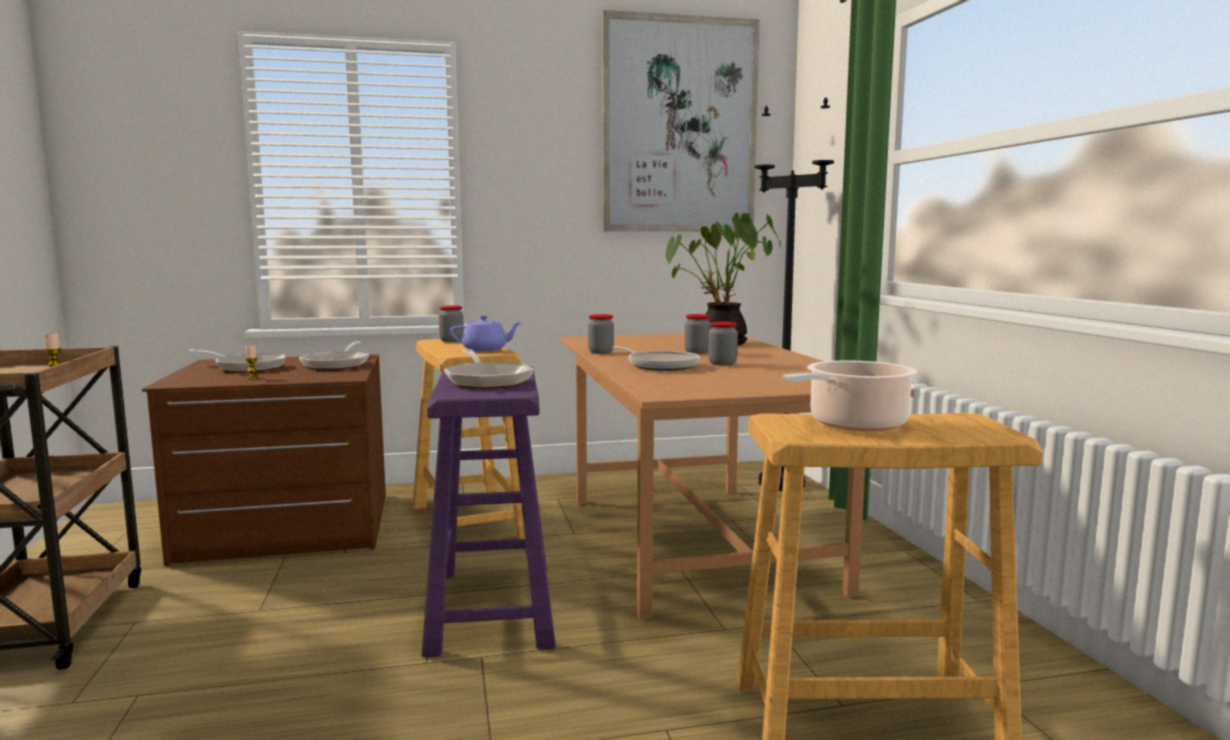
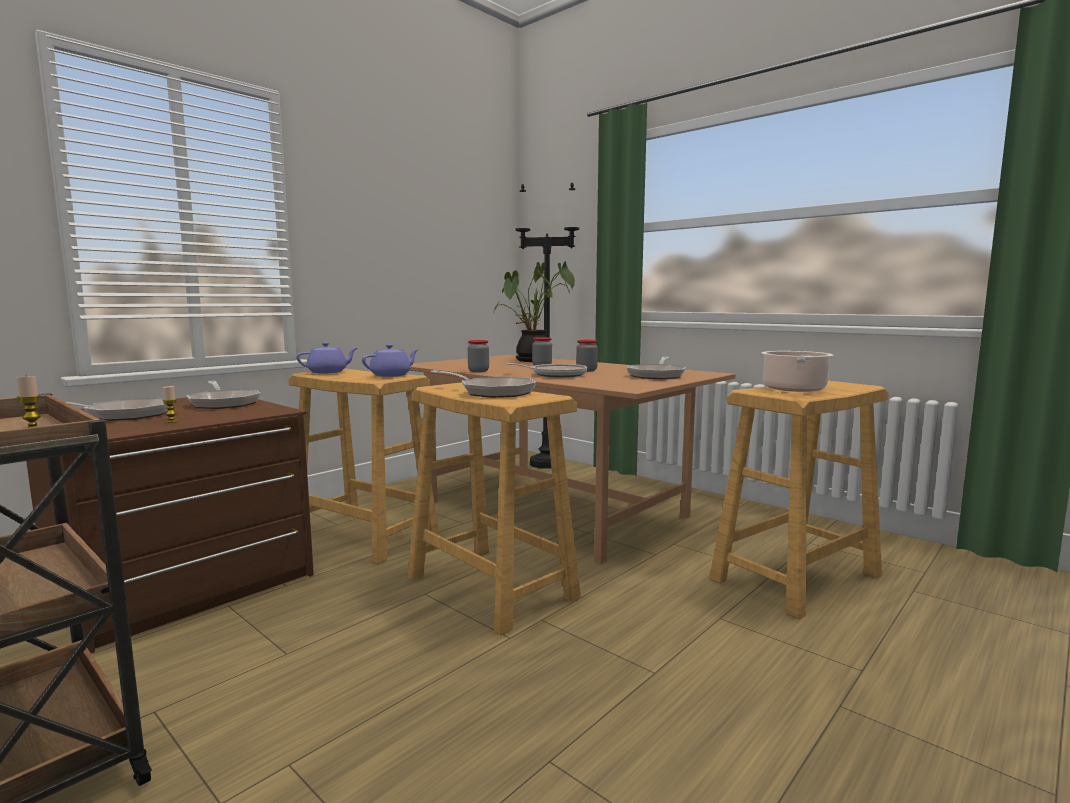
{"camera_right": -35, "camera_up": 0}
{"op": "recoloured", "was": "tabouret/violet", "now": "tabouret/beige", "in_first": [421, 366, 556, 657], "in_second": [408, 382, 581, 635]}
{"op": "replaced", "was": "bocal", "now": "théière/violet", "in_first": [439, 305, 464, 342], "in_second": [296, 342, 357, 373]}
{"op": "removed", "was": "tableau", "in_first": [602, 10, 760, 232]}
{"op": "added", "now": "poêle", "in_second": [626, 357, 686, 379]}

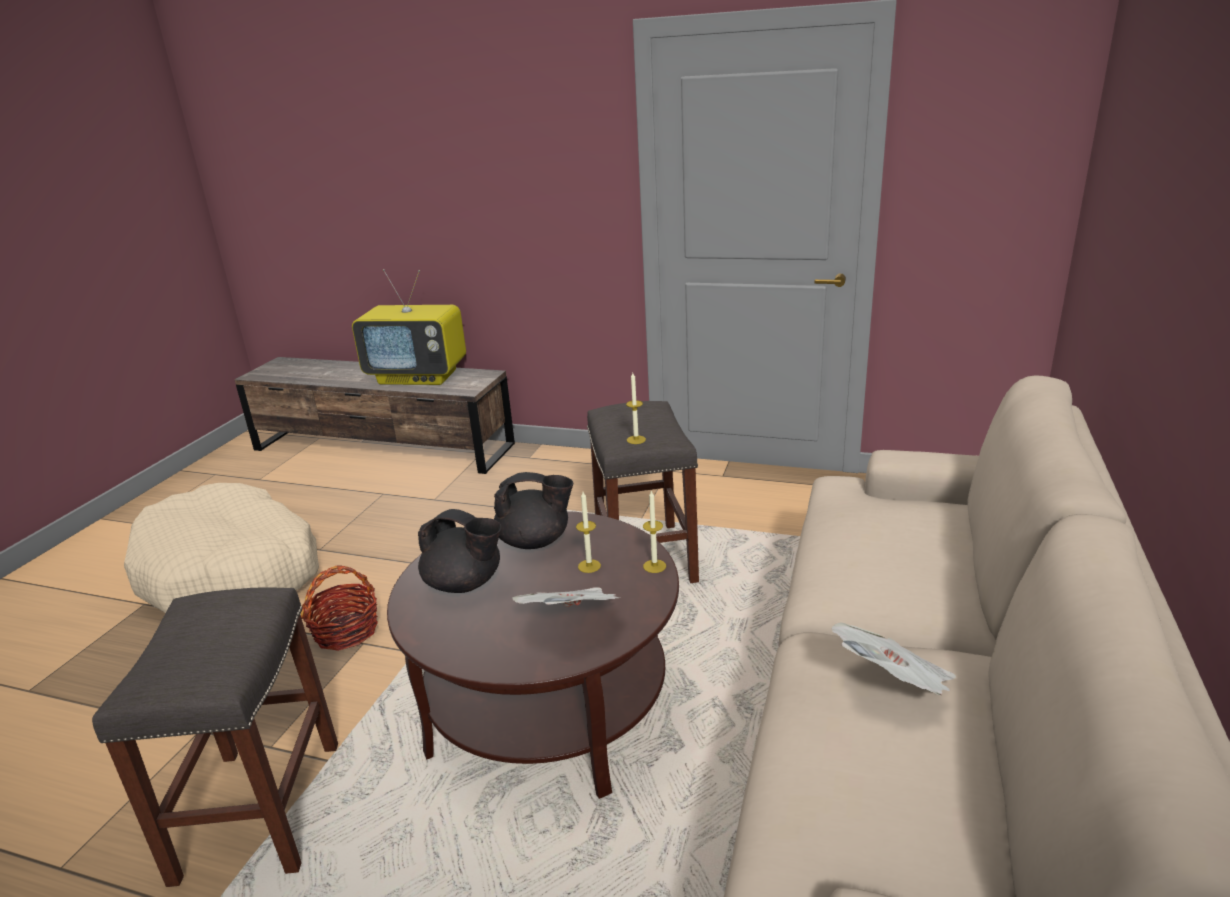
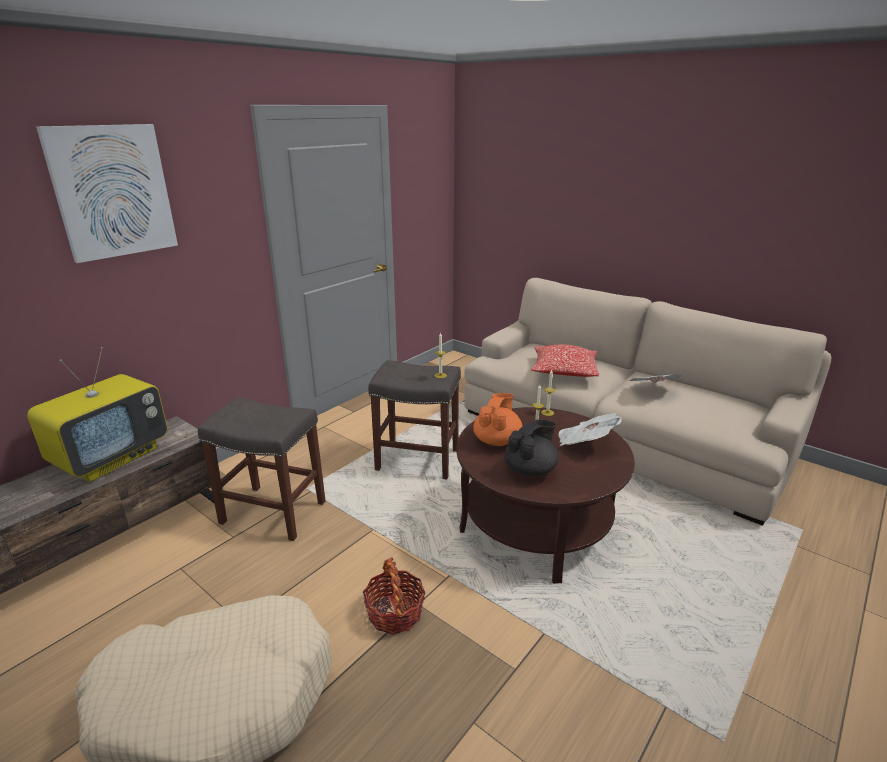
{"camera_right": -70, "camera_up": 0}
{"op": "moved", "was": "tabouret/gris", "in_first": [92, 587, 338, 887], "in_second": [198, 398, 326, 541]}
{"op": "recoloured", "was": "théière/noir", "now": "théière/orange", "in_first": [494, 472, 573, 549], "in_second": [473, 393, 522, 446]}
{"op": "added", "now": "tableau", "in_second": [36, 124, 178, 263]}
{"op": "added", "now": "coussin", "in_second": [531, 344, 599, 377]}

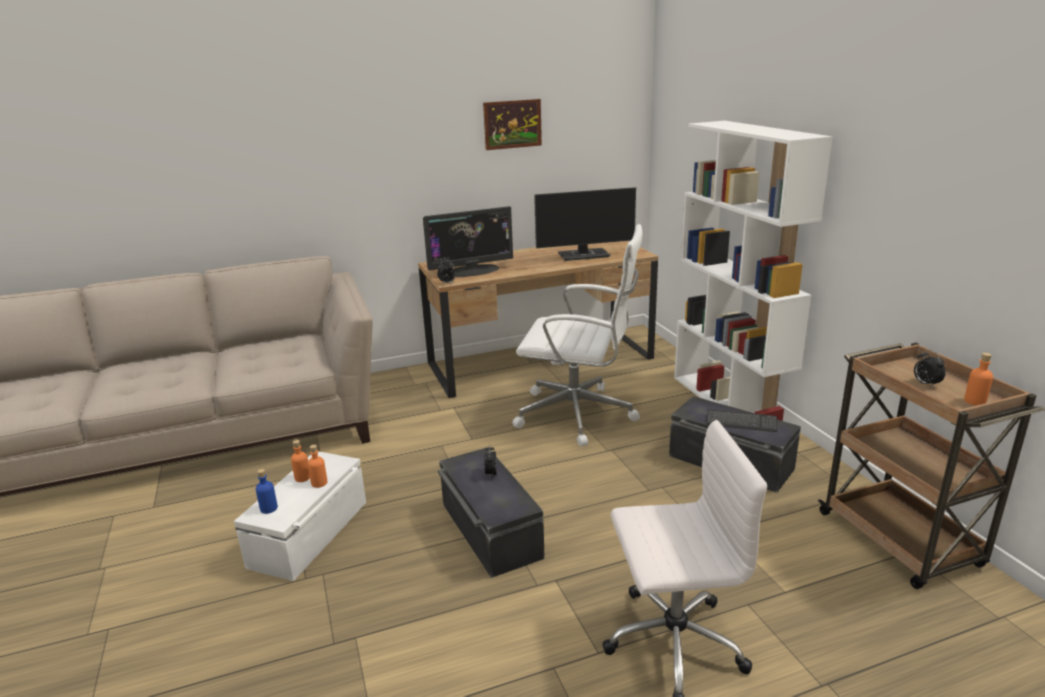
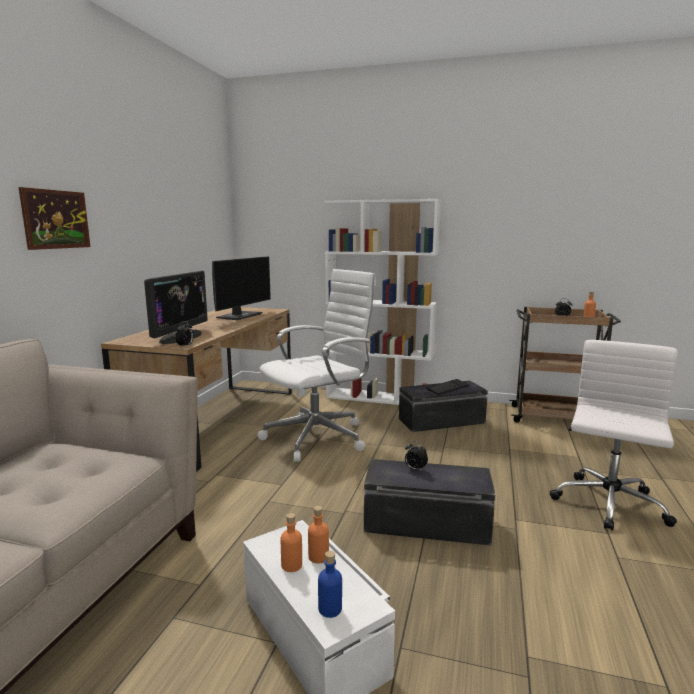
{"camera_right": -55, "camera_up": -10}
{"op": "moved", "was": "tableau", "in_first": [483, 99, 542, 150], "in_second": [19, 187, 91, 250]}

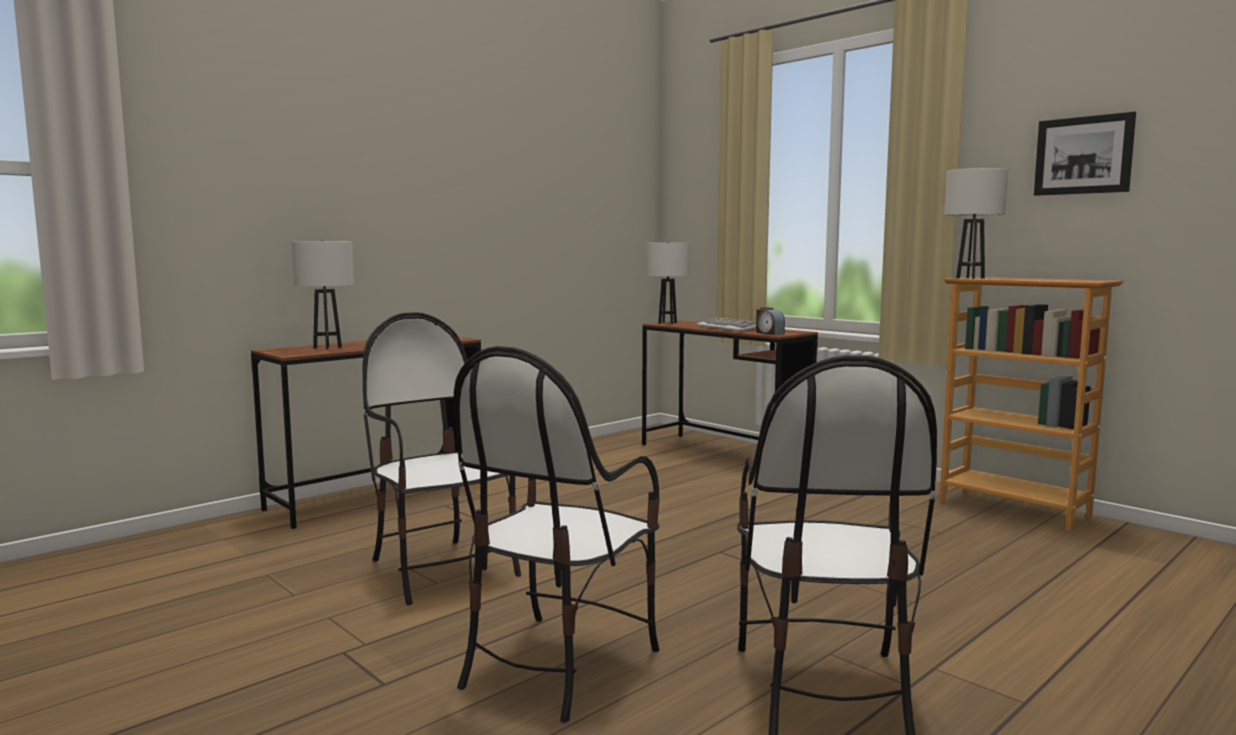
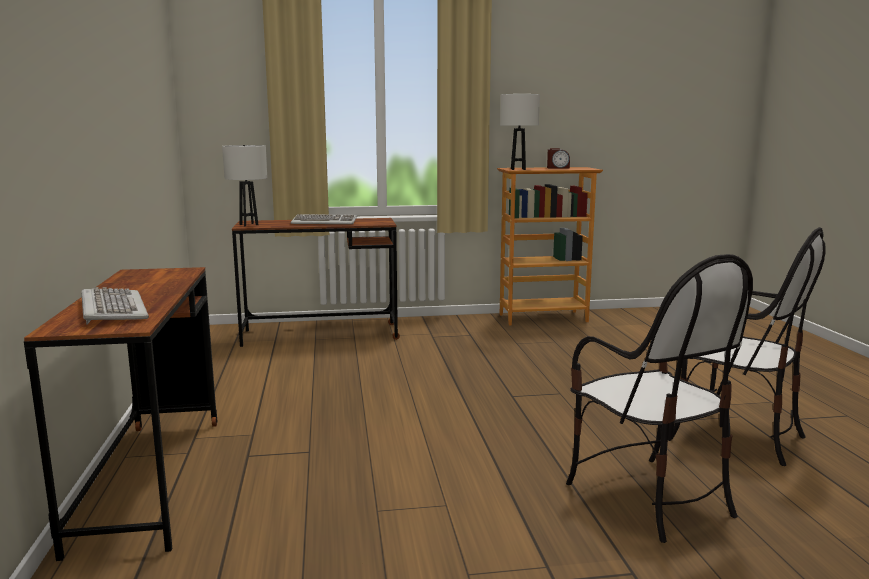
{"camera_right": -55, "camera_up": 5}
{"op": "replaced", "was": "lampe de table/blanc", "now": "clavier", "in_first": [292, 240, 354, 350], "in_second": [81, 287, 149, 324]}
{"op": "removed", "was": "chaise", "in_first": [363, 312, 521, 605]}
{"op": "moved", "was": "réveil", "in_first": [756, 307, 785, 335], "in_second": [547, 148, 570, 169]}
{"op": "removed", "was": "tableau", "in_first": [1034, 112, 1136, 196]}

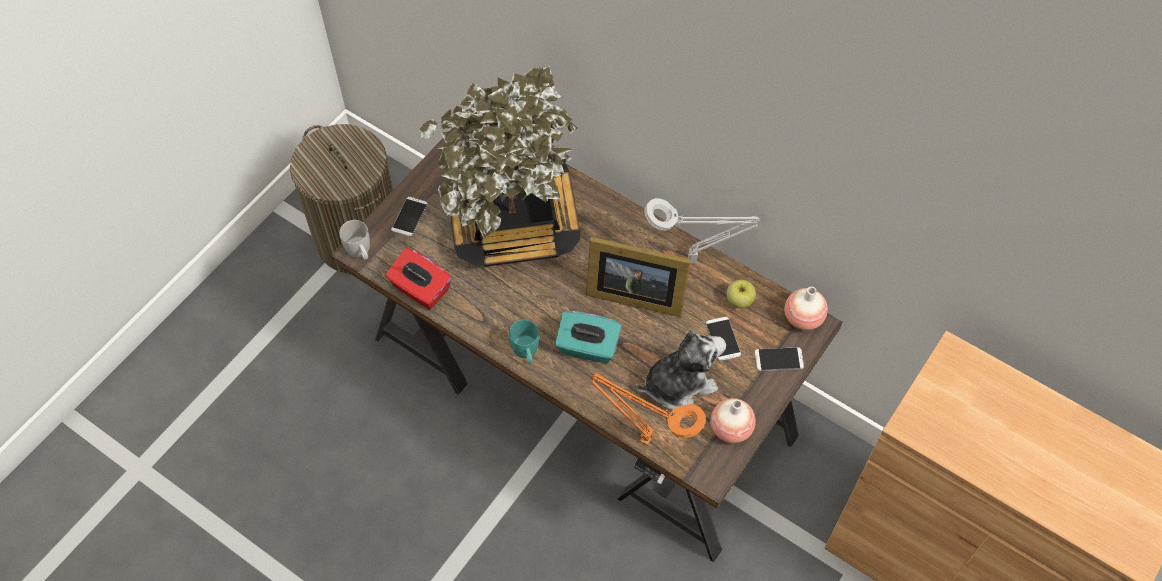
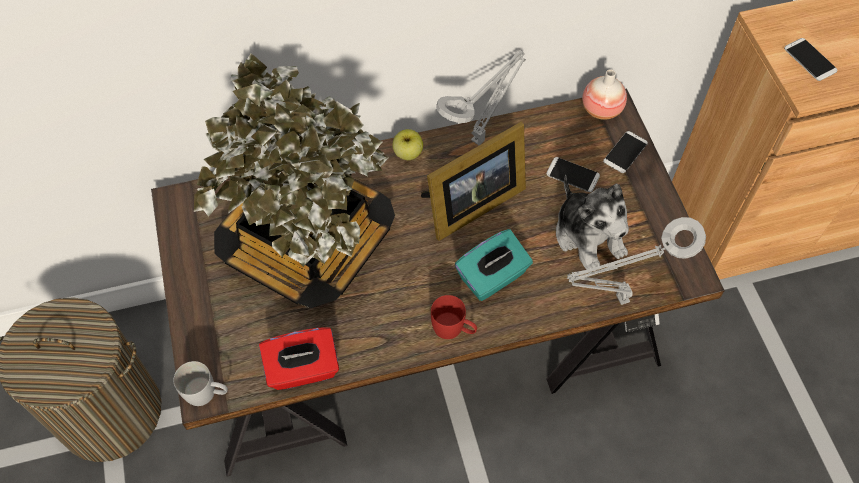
{"camera_right": -50, "camera_up": 0}
{"op": "moved", "was": "téléphone", "in_first": [391, 197, 428, 236], "in_second": [784, 38, 838, 81]}
{"op": "recoloured", "was": "mug/turquoise", "now": "mug/rouge", "in_first": [509, 320, 539, 364], "in_second": [431, 295, 477, 339]}
{"op": "recoloured", "was": "lampe de table/orange", "now": "lampe de table/gris", "in_first": [590, 373, 706, 446], "in_second": [567, 217, 706, 305]}
{"op": "turned", "was": "peluche", "in_first": [635, 330, 726, 410], "in_second": [556, 175, 629, 273], "clockwise": 135}
{"op": "removed", "was": "vase", "in_first": [710, 398, 756, 443]}
{"op": "moved", "was": "pomme", "in_first": [726, 280, 756, 308], "in_second": [392, 129, 423, 160]}

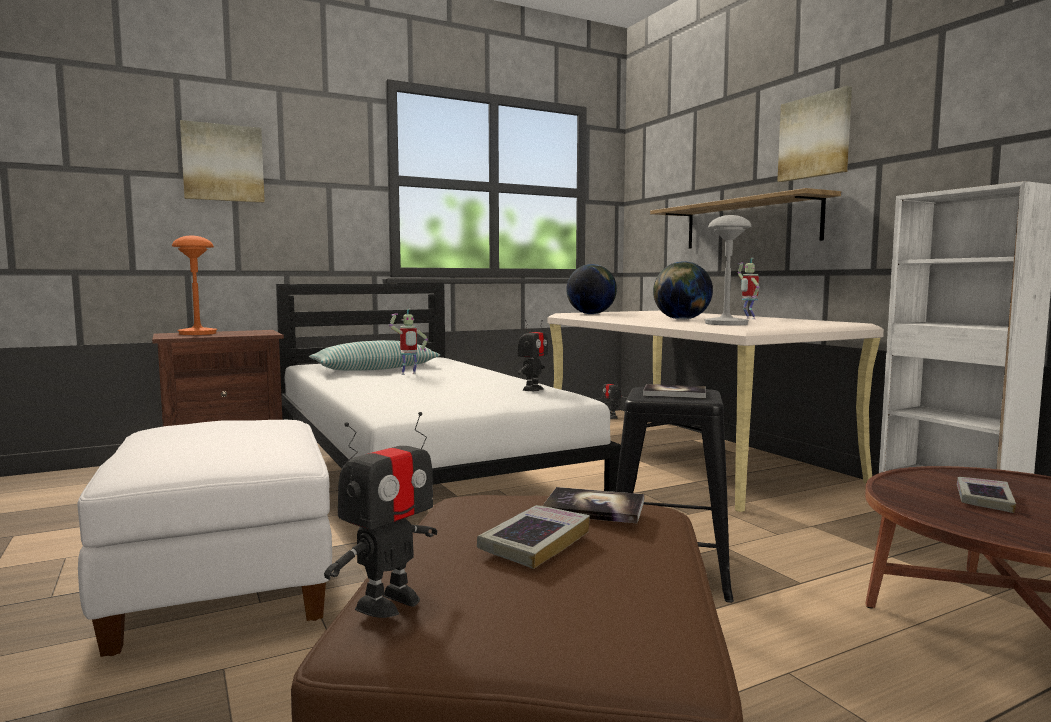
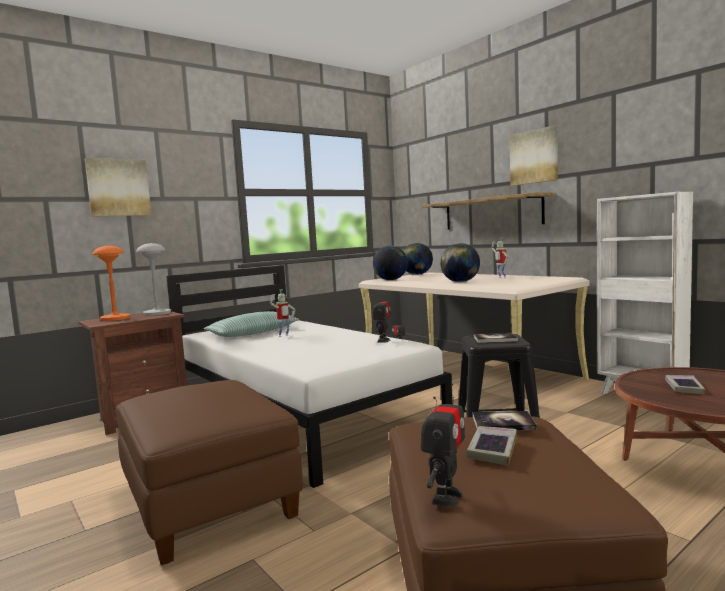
{"camera_right": -10, "camera_up": 0}
{"op": "recoloured", "was": "pouf/blanc", "now": "pouf/marron", "in_first": [77, 420, 332, 657], "in_second": [116, 380, 303, 565]}
{"op": "moved", "was": "lampe de table/gris", "in_first": [704, 215, 752, 325], "in_second": [136, 243, 171, 316]}
{"op": "added", "now": "globe", "in_second": [403, 243, 433, 275]}

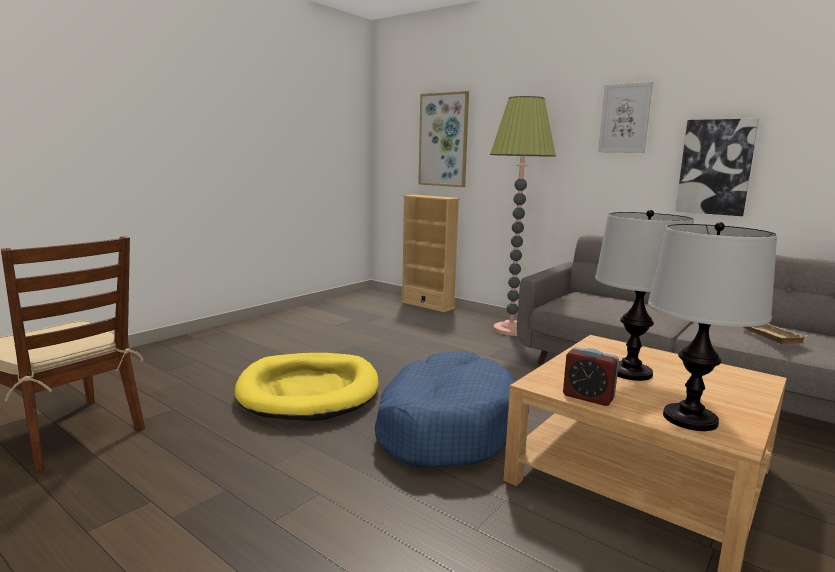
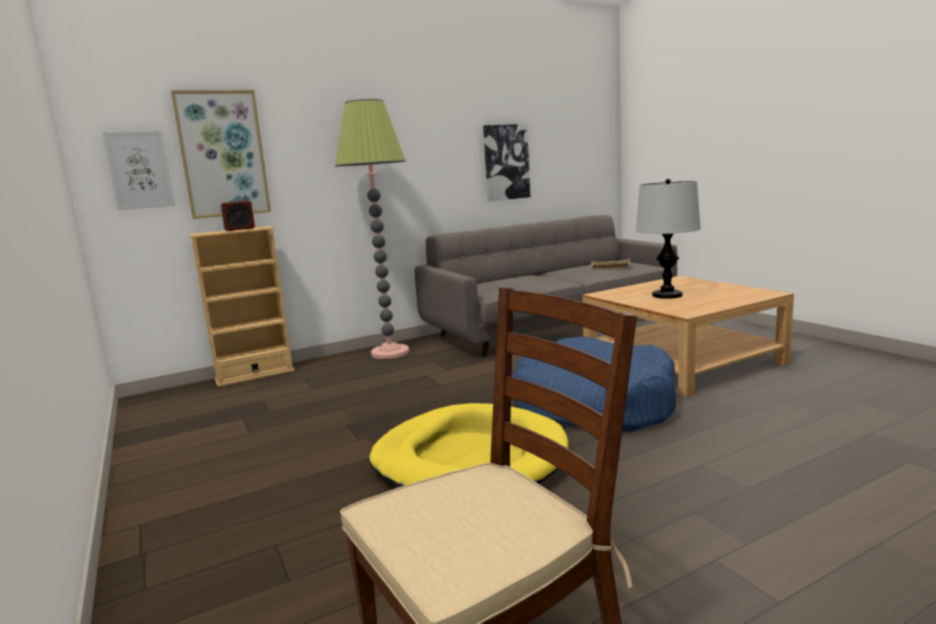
{"camera_right": -65, "camera_up": 0}
{"op": "moved", "was": "réveil", "in_first": [563, 347, 619, 406], "in_second": [220, 199, 255, 231]}
{"op": "moved", "was": "tableau", "in_first": [598, 82, 653, 153], "in_second": [102, 130, 175, 210]}
{"op": "removed", "was": "lampe de table", "in_first": [648, 222, 777, 431]}

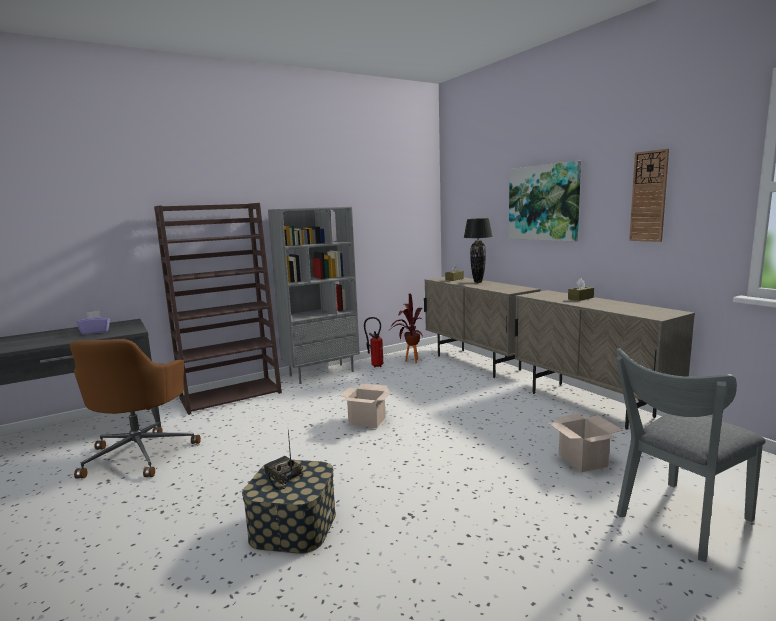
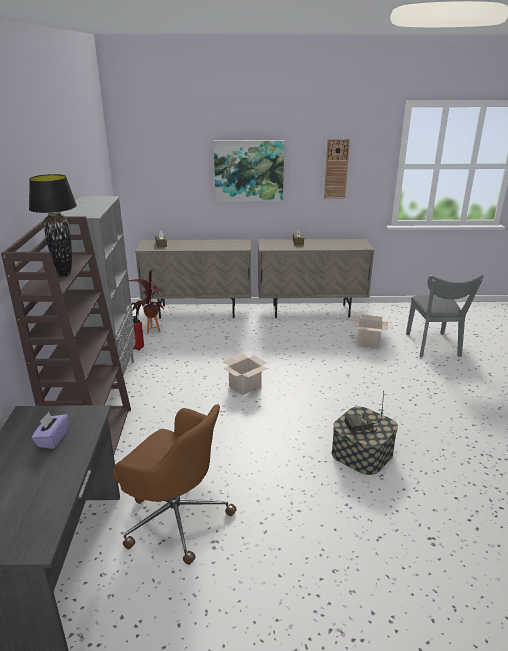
{"camera_right": -60, "camera_up": 15}
{"op": "moved", "was": "lampe de table/noir", "in_first": [464, 218, 493, 283], "in_second": [29, 174, 77, 276]}

